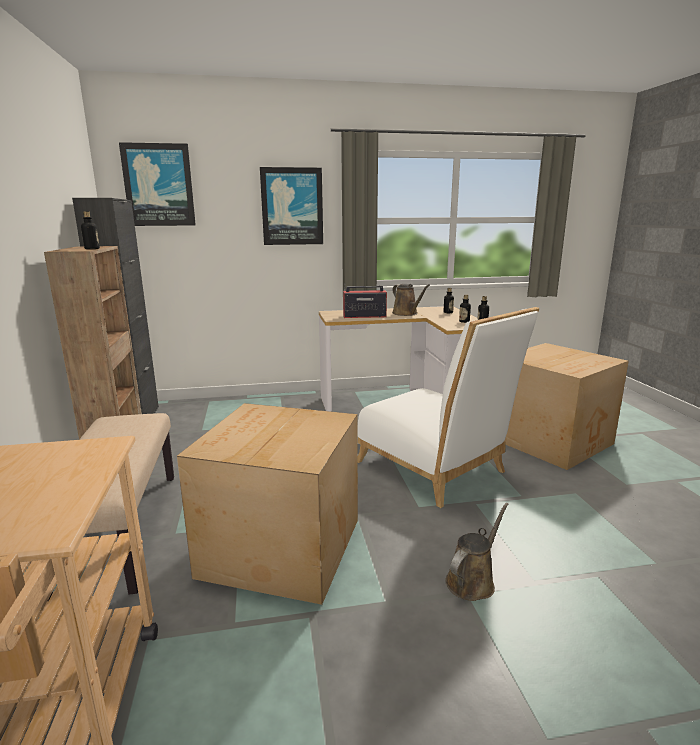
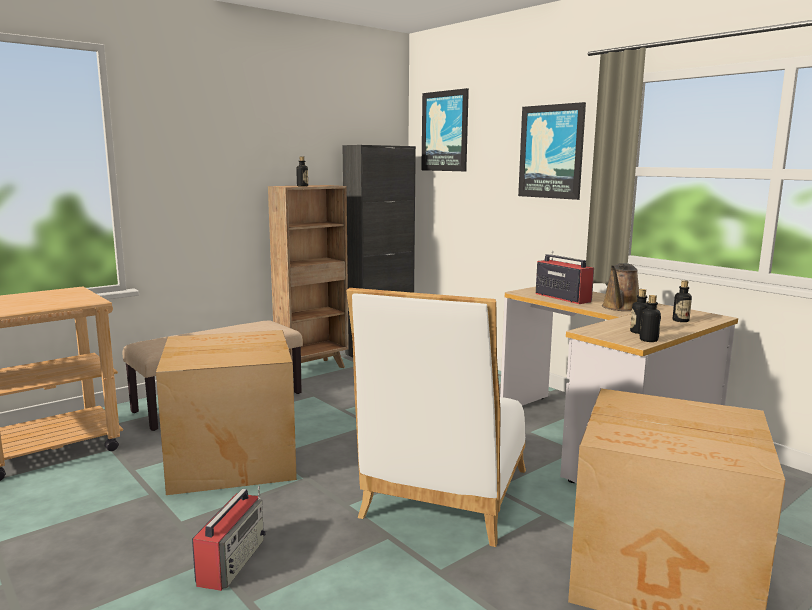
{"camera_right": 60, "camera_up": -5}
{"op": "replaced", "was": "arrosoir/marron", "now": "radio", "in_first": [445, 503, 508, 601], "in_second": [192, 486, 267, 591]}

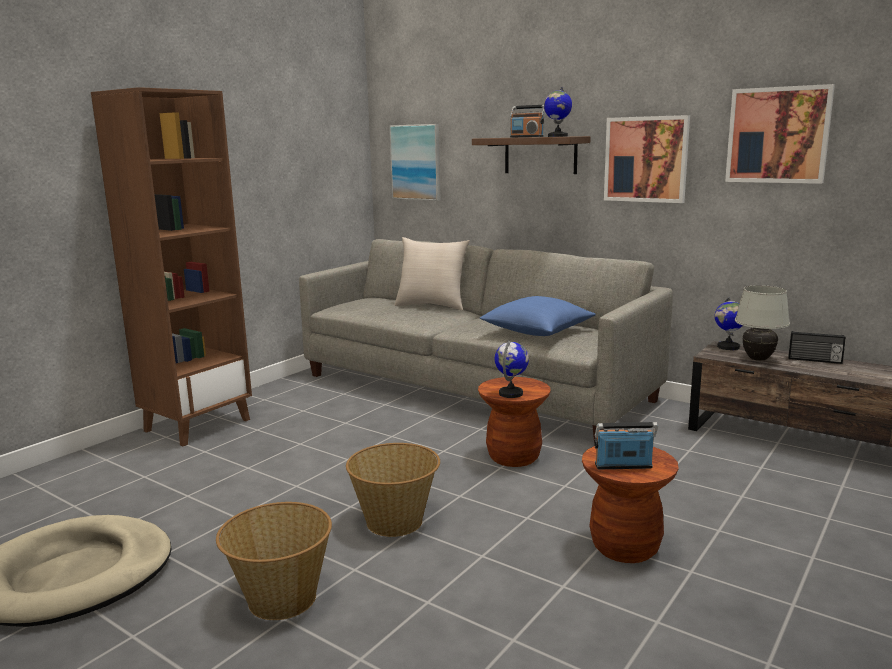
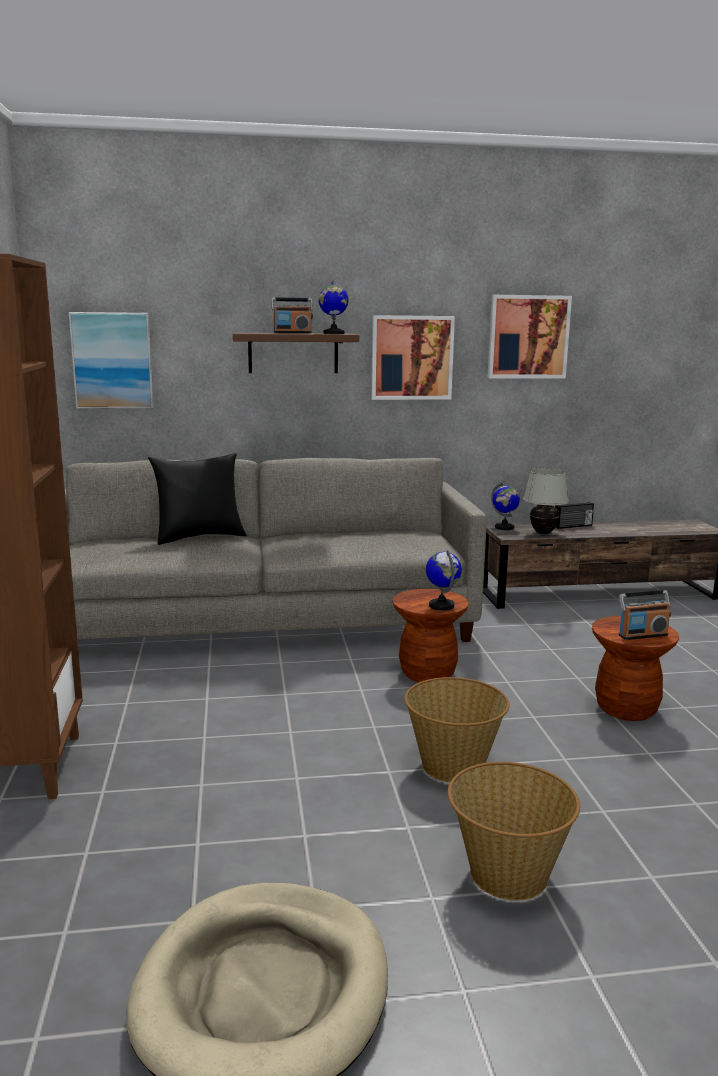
{"camera_right": -45, "camera_up": 0}
{"op": "recoloured", "was": "coussin/beige", "now": "coussin/noir", "in_first": [395, 237, 470, 311], "in_second": [148, 453, 247, 545]}
{"op": "removed", "was": "coussin/bleu", "in_first": [479, 296, 596, 336]}
{"op": "turned", "was": "radio", "in_first": [594, 422, 658, 469], "in_second": [619, 590, 671, 640], "clockwise": -150}

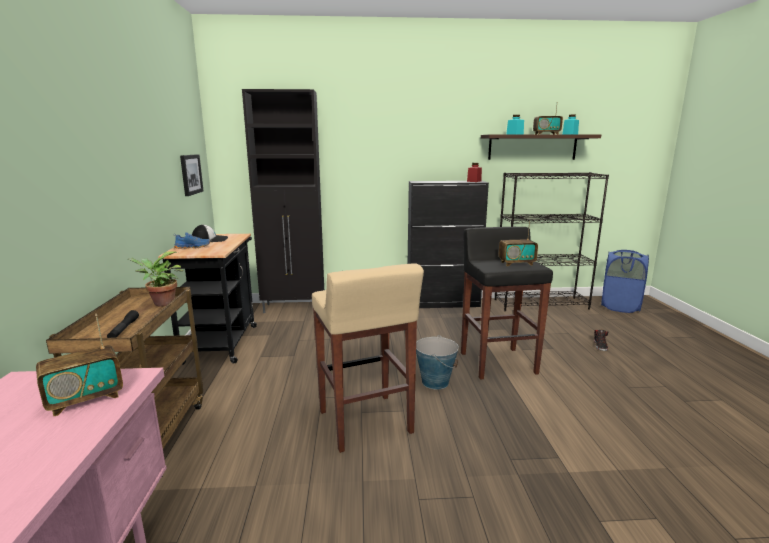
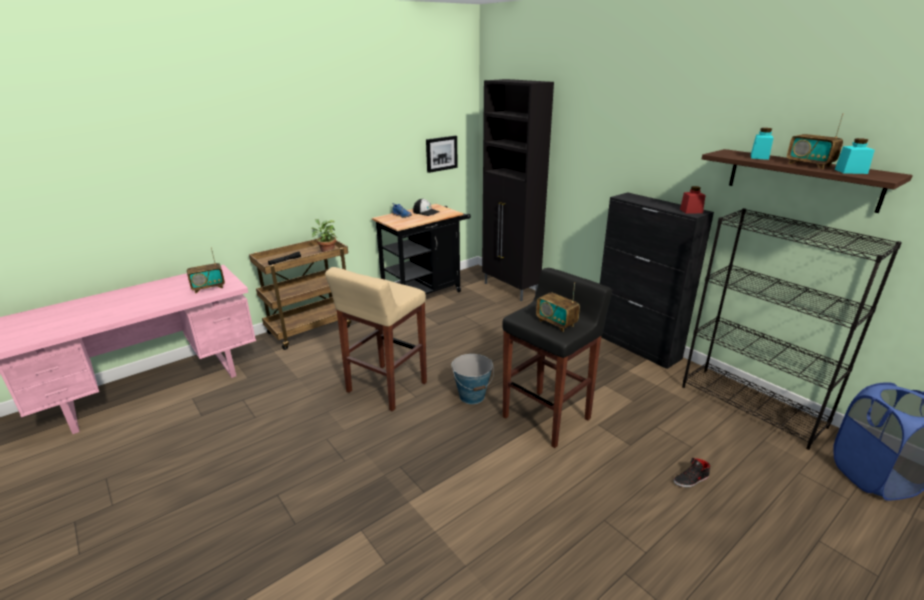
{"camera_right": 55, "camera_up": 10}
{"op": "turned", "was": "radio", "in_first": [36, 314, 123, 416], "in_second": [187, 247, 225, 293], "clockwise": -45}

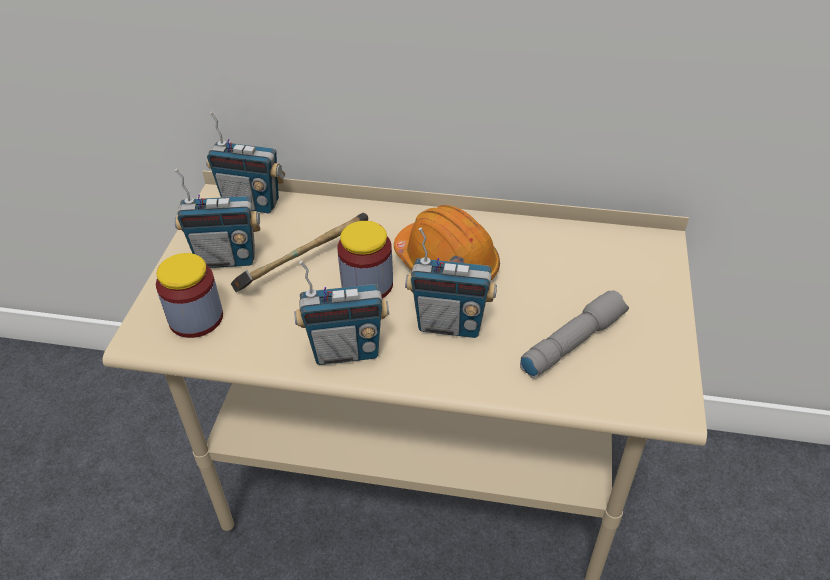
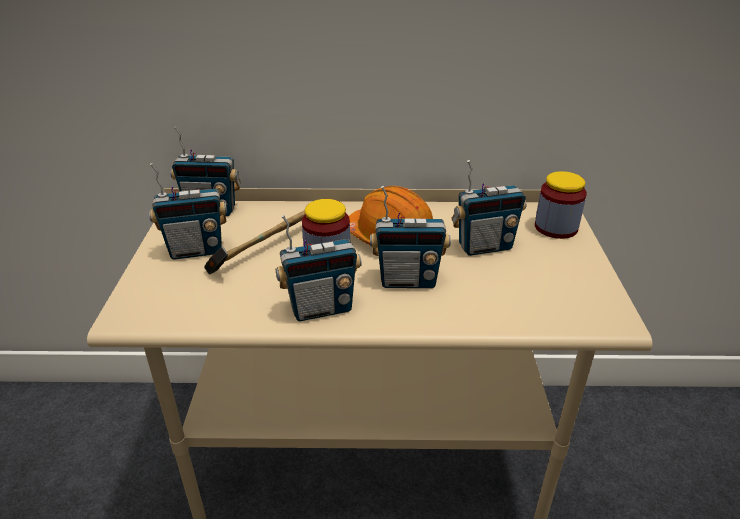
{"camera_right": -10, "camera_up": -10}
{"op": "moved", "was": "bocal", "in_first": [156, 253, 223, 338], "in_second": [535, 171, 587, 239]}
{"op": "removed", "was": "lampe de poche/gris", "in_first": [520, 290, 629, 378]}
{"op": "added", "now": "radio", "in_second": [451, 160, 526, 256]}

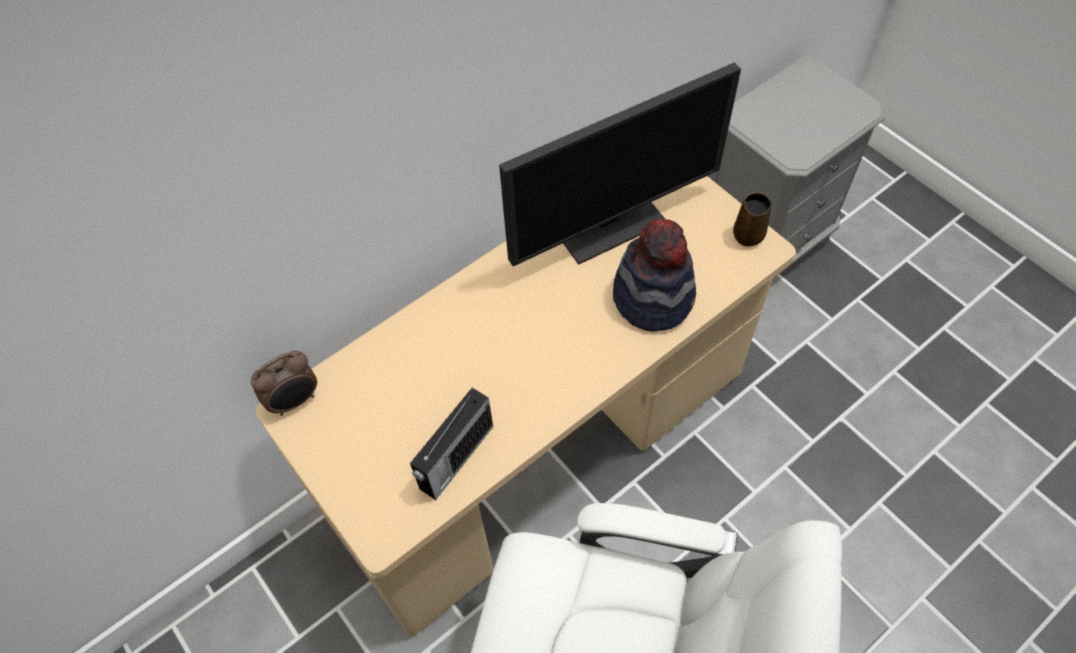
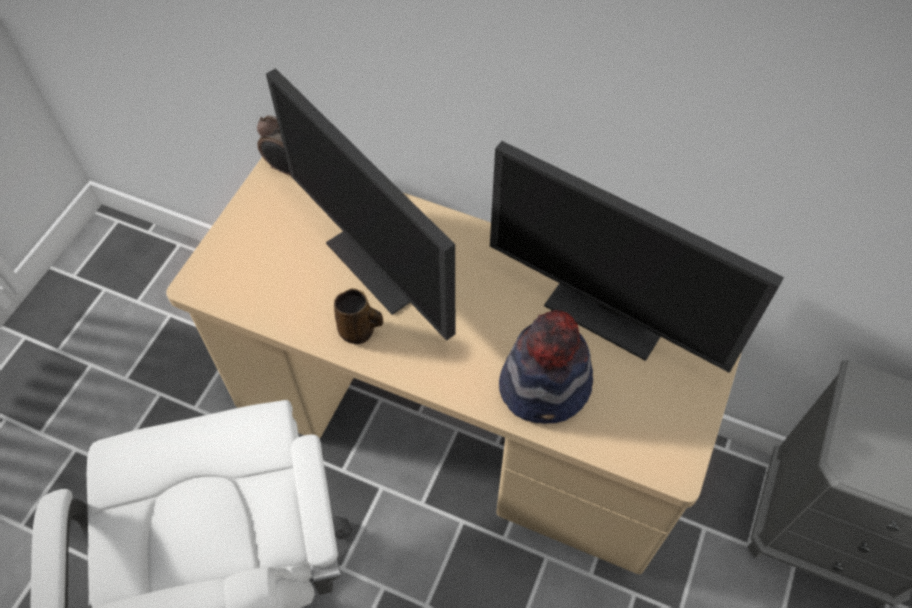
{"camera_right": 60, "camera_up": 0}
{"op": "removed", "was": "radio", "in_first": [410, 388, 493, 500]}
{"op": "moved", "was": "mug/marron", "in_first": [733, 192, 772, 246], "in_second": [334, 288, 383, 344]}
{"op": "added", "now": "écran d'ordinateur", "in_second": [266, 68, 455, 341]}

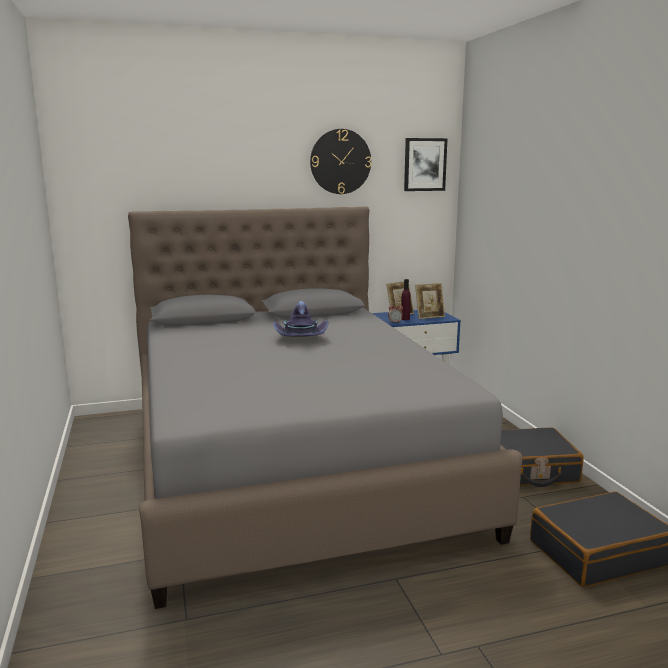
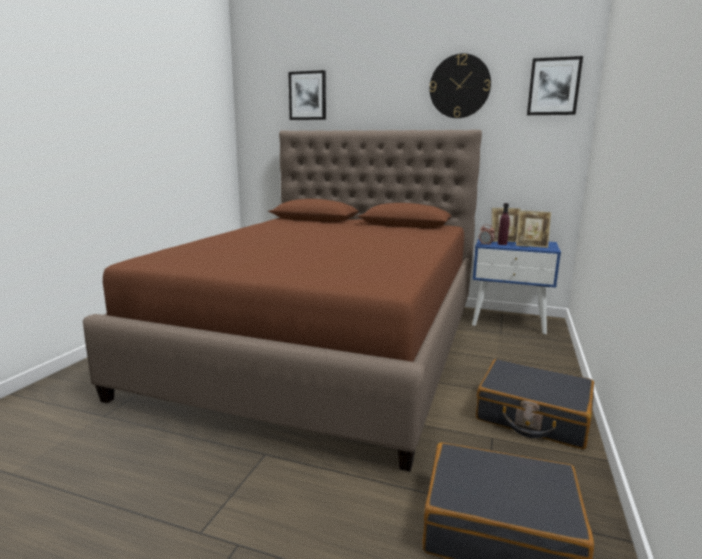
{"camera_right": 35, "camera_up": 0}
{"op": "recoloured", "was": "lit/gris", "now": "lit/marron", "in_first": [128, 207, 523, 609], "in_second": [83, 130, 482, 472]}
{"op": "removed", "was": "chapeau/violet", "in_first": [273, 301, 329, 337]}
{"op": "added", "now": "tableau", "in_second": [288, 70, 326, 120]}

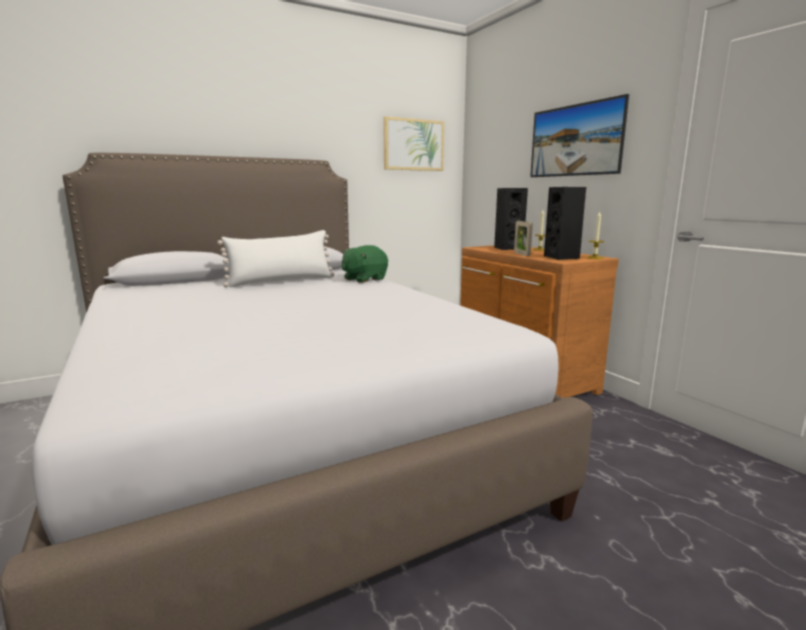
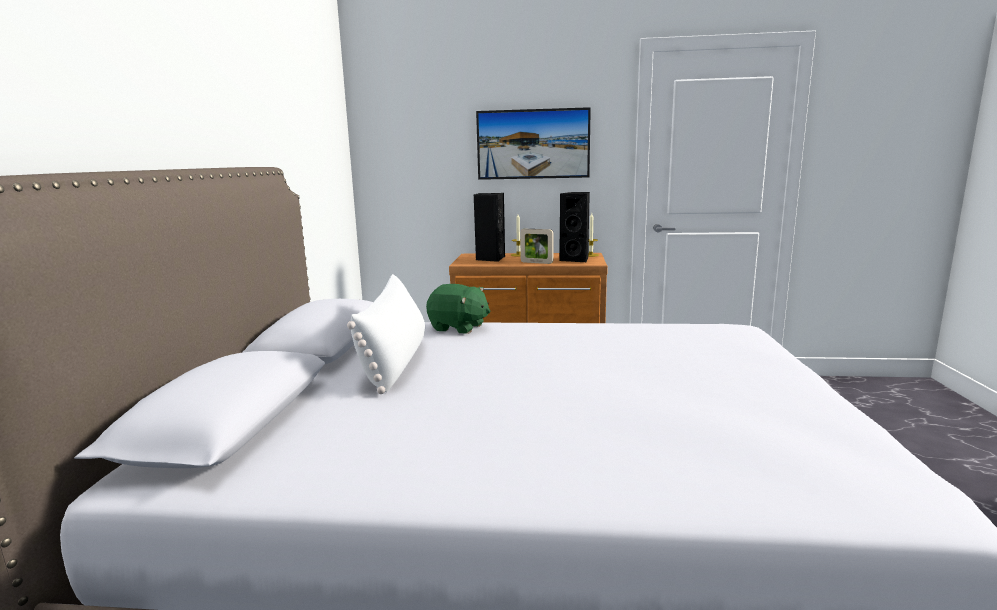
{"camera_right": -55, "camera_up": 0}
{"op": "turned", "was": "peluche/vert", "in_first": [342, 245, 388, 283], "in_second": [426, 284, 490, 334], "clockwise": -60}
{"op": "removed", "was": "tableau", "in_first": [383, 116, 444, 171]}

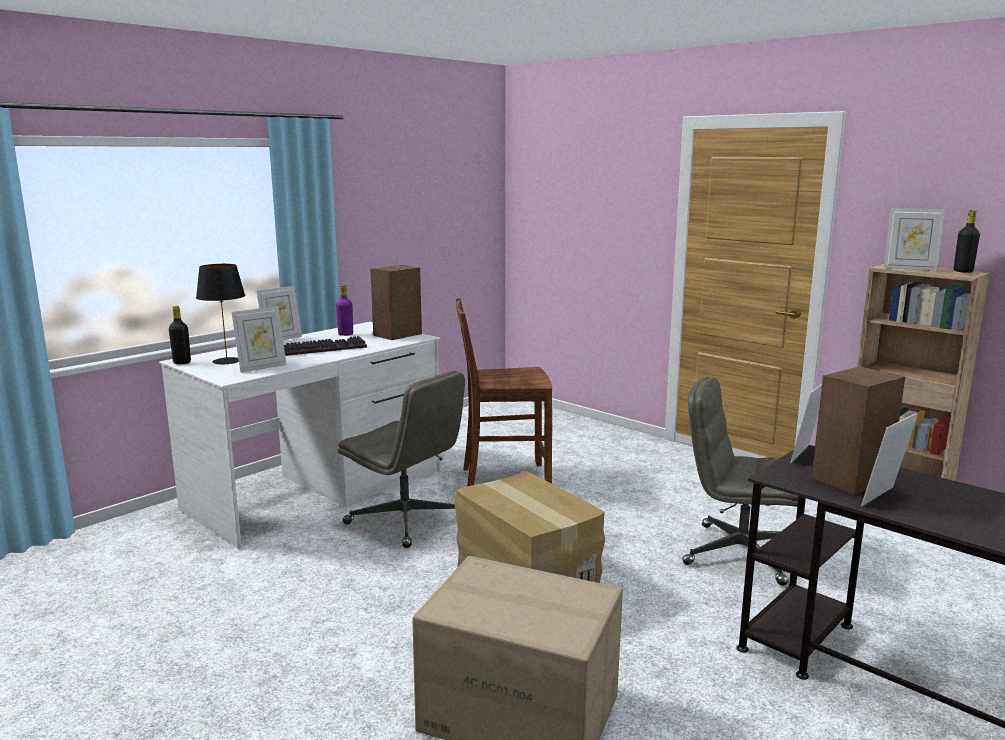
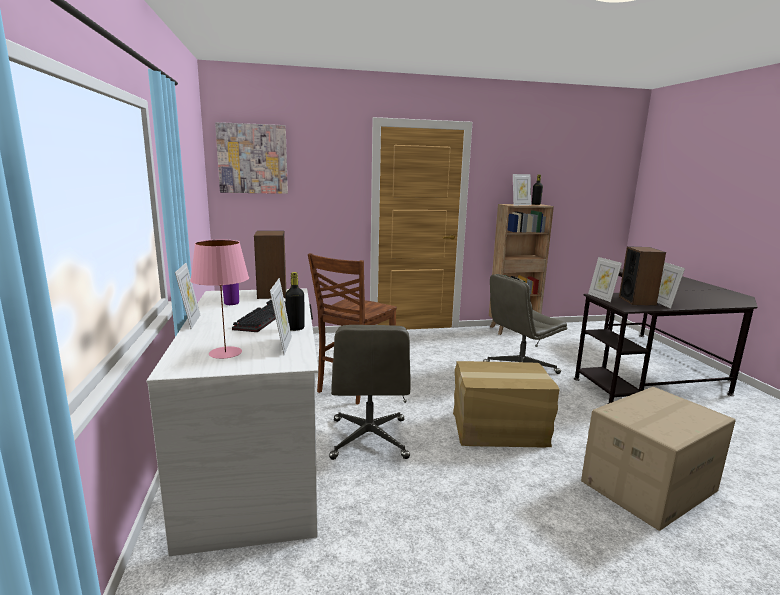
{"camera_right": -55, "camera_up": 0}
{"op": "moved", "was": "bouteille/noir", "in_first": [169, 306, 191, 364], "in_second": [285, 272, 305, 331]}
{"op": "recoloured", "was": "lampe de table/noir", "now": "lampe de table/rose", "in_first": [196, 264, 245, 364], "in_second": [190, 239, 249, 359]}
{"op": "turned", "was": "chaise de bureau/gris", "in_first": [338, 371, 465, 548], "in_second": [329, 325, 411, 460], "clockwise": 105}
{"op": "added", "now": "tableau", "in_second": [215, 122, 288, 194]}

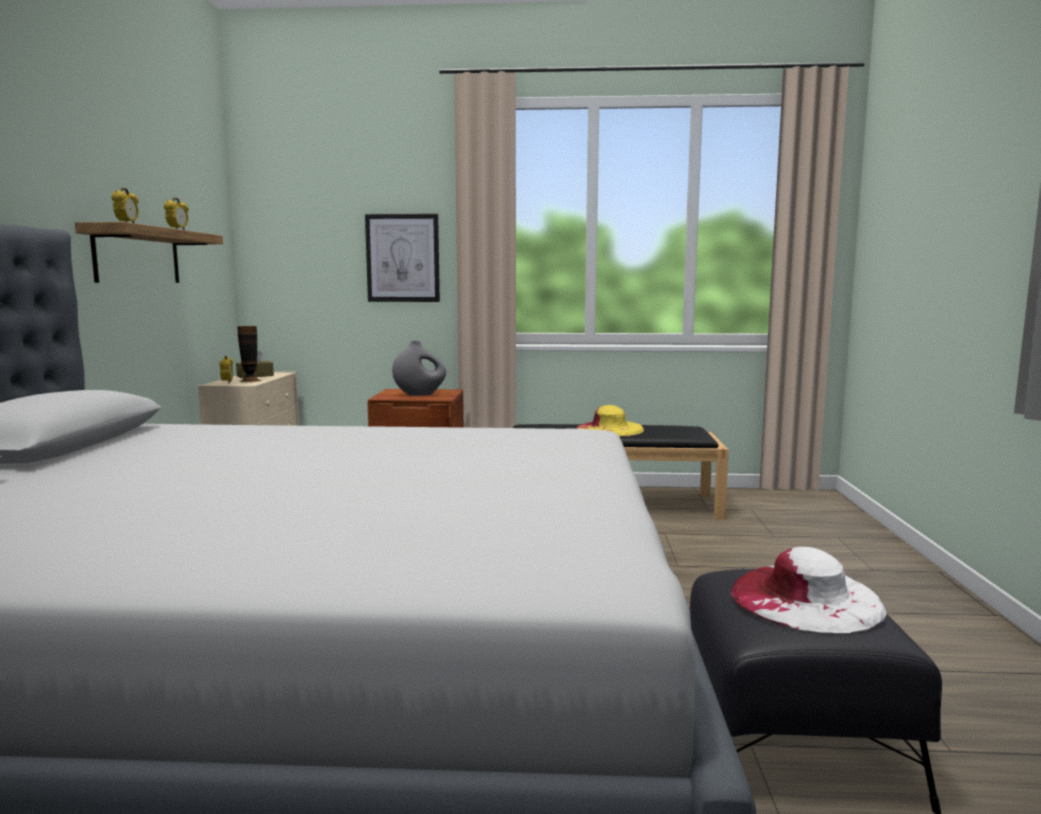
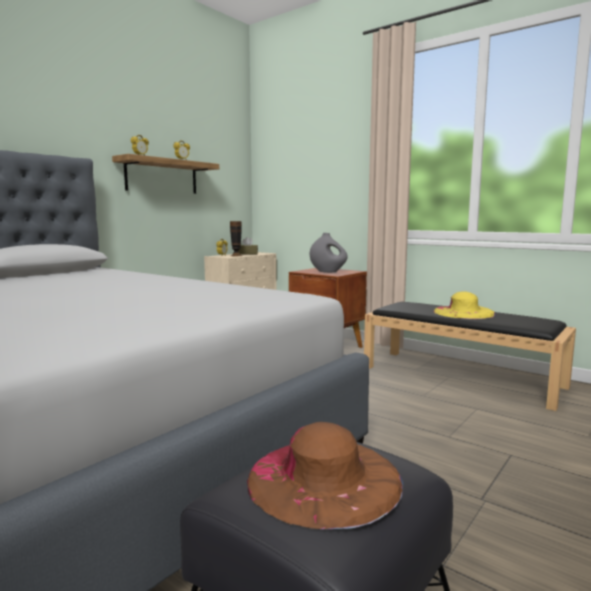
{"camera_right": 35, "camera_up": 0}
{"op": "removed", "was": "tableau", "in_first": [365, 214, 440, 302]}
{"op": "recoloured", "was": "chapeau/blanc", "now": "chapeau/marron", "in_first": [731, 547, 887, 633], "in_second": [247, 422, 403, 529]}

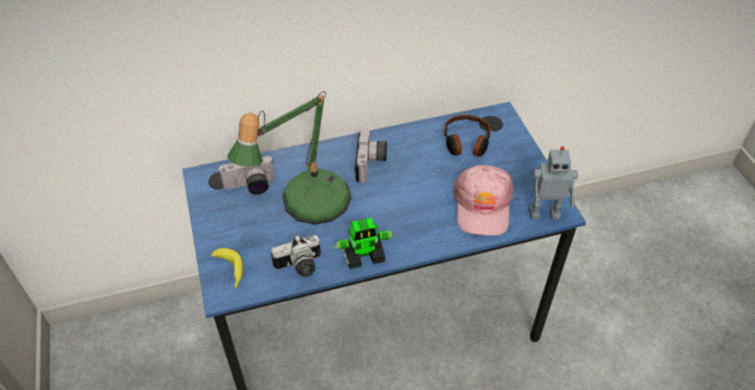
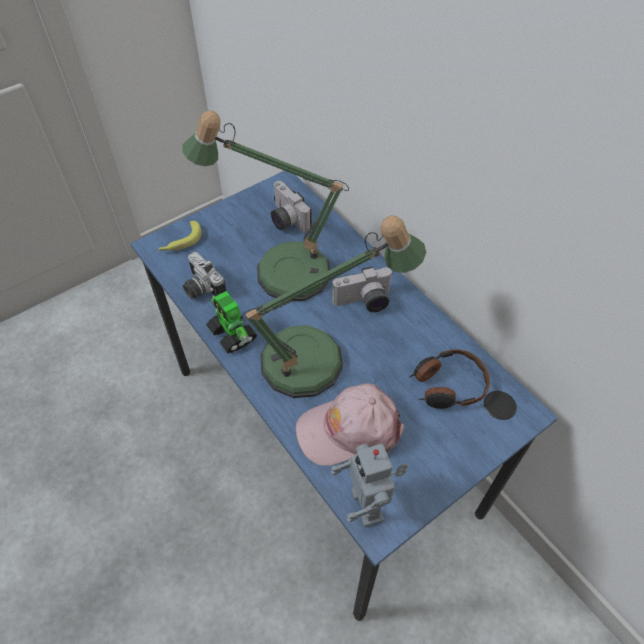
{"camera_right": 70, "camera_up": 5}
{"op": "added", "now": "lampe de table", "in_second": [240, 215, 426, 398]}

